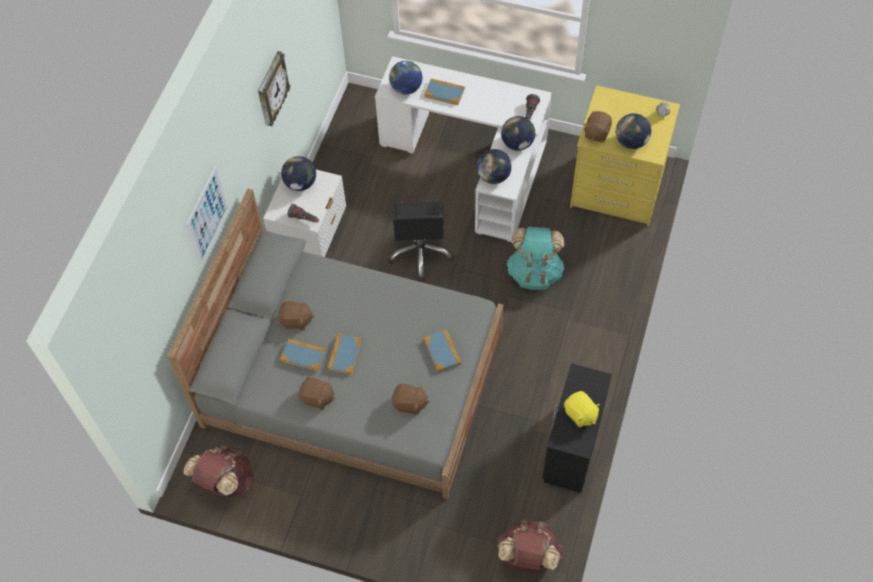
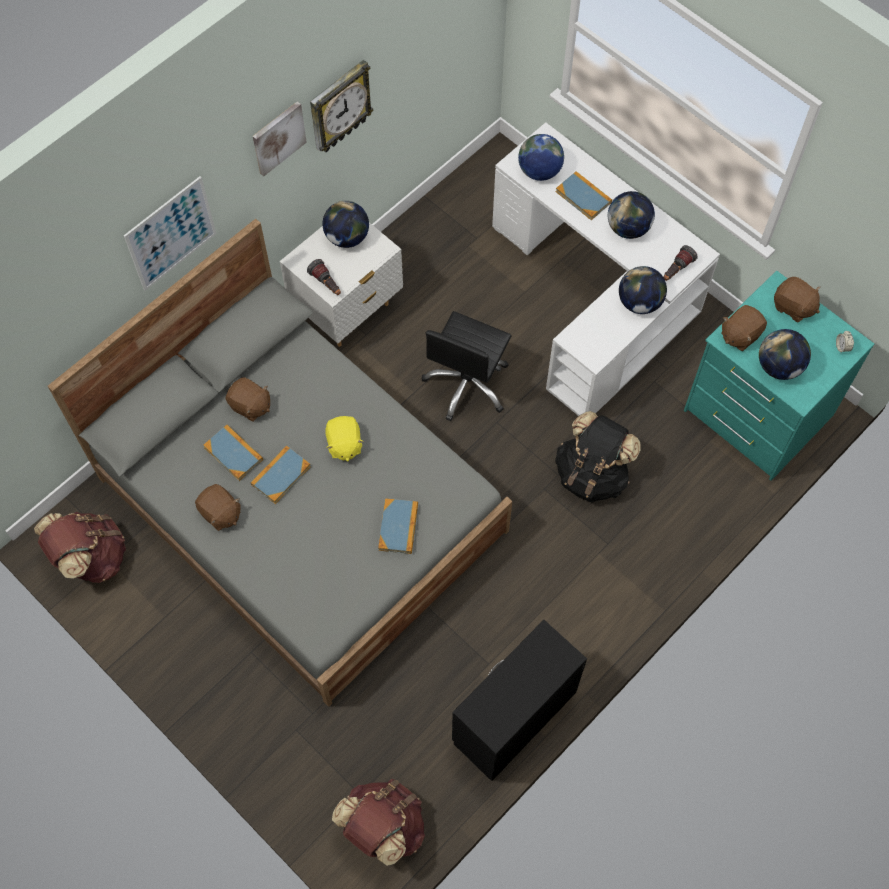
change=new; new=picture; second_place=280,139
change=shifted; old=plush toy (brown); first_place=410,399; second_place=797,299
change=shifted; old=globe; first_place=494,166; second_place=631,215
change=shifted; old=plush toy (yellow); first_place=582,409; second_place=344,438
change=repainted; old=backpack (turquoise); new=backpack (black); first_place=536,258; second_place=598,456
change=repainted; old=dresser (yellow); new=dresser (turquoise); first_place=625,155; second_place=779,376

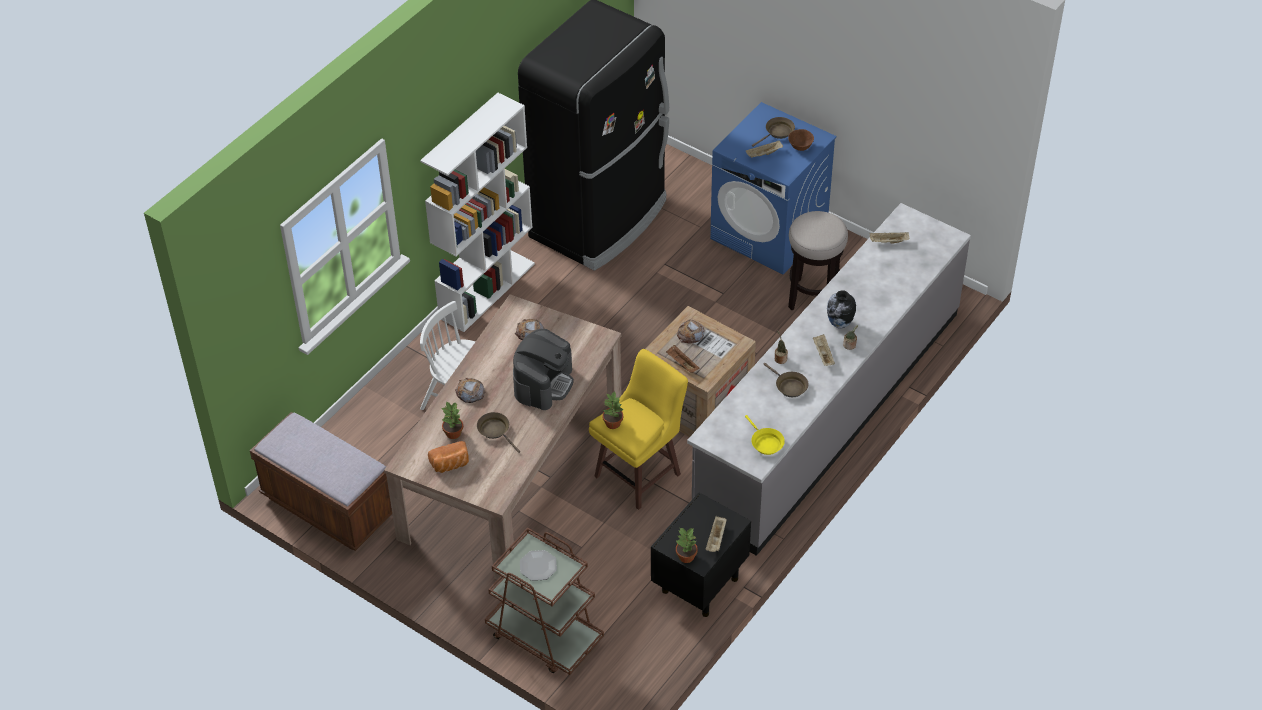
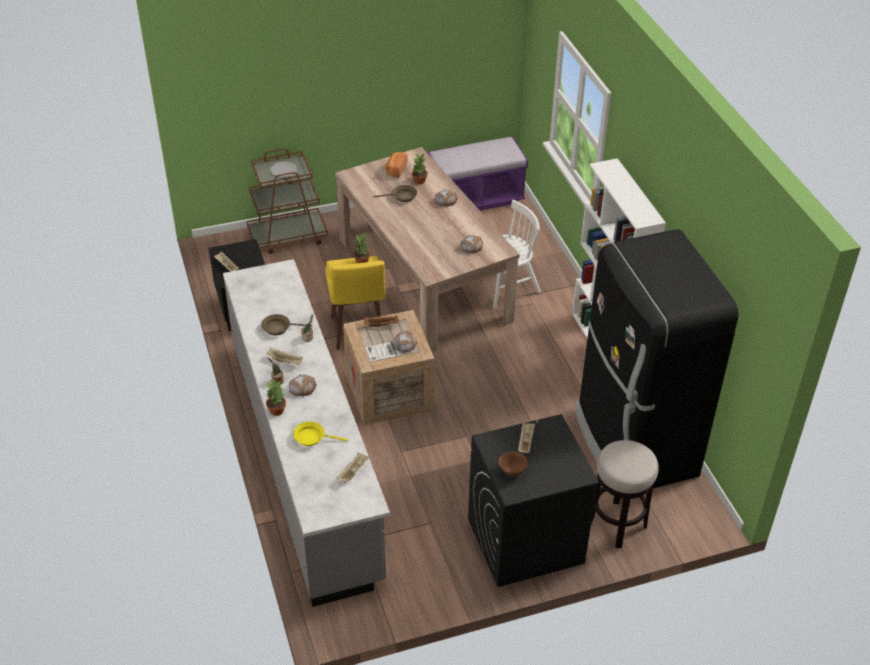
change=gone; old=coffee machine; first_place=543,369
change=gone; old=frying pan (brown); first_place=773,132
change=shifted; old=potted plant; first_place=687,545; second_place=276,397
change=shifted; old=frying pan (yellow); first_place=765,435; second_place=320,434
change=shifted; old=stool; first_place=818,260; second_place=625,494
change=swapped; old=vase; new=bread; first_place=841,309; second_place=303,385
change=repainted; old=bench (brown); new=bench (purple); first_place=321,481; second_place=477,174
change=repainted; old=washing machine (blue); new=washing machine (black); first_place=773,188; second_place=533,500

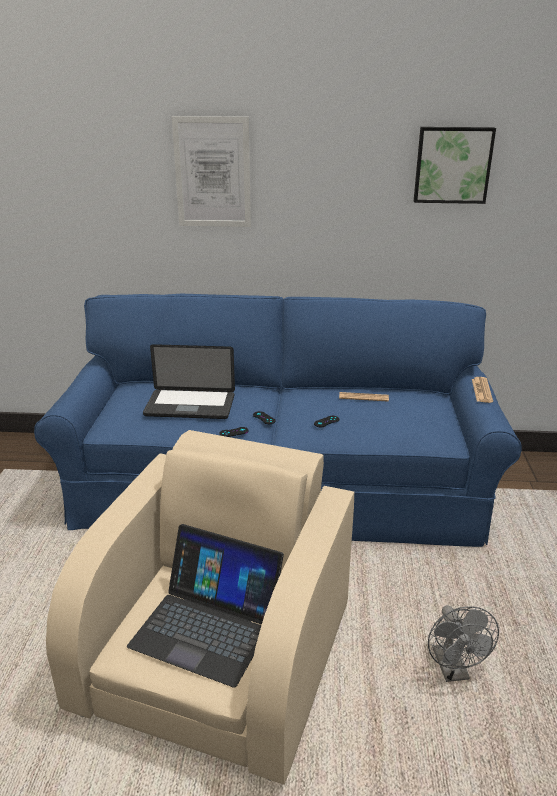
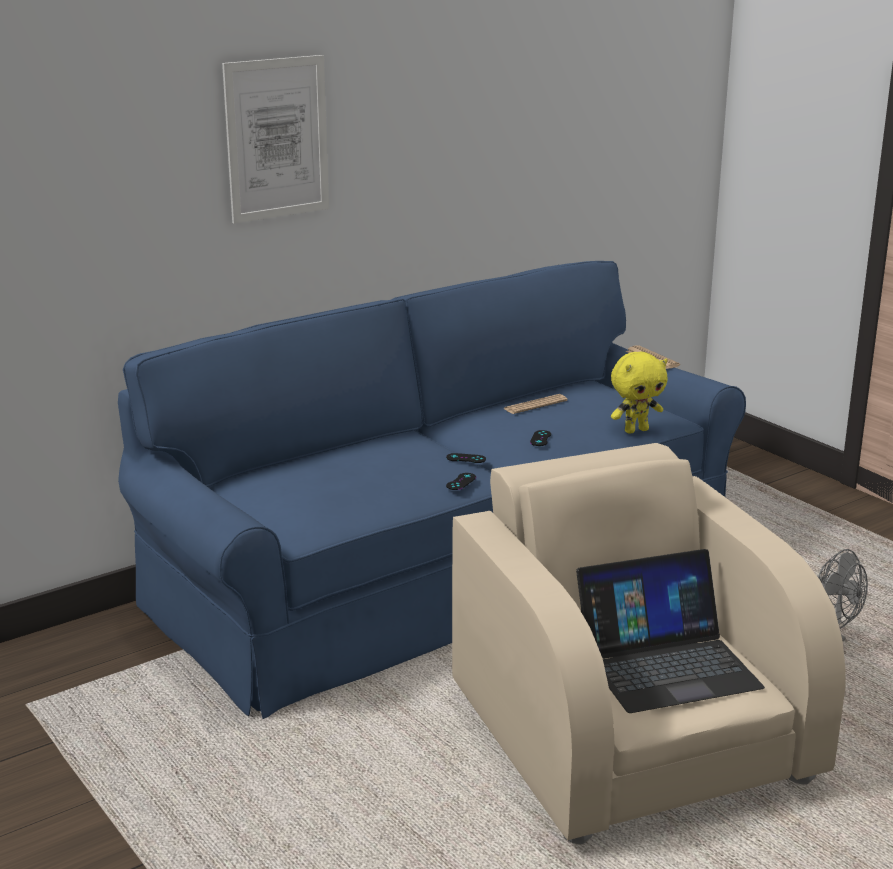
change=gone; old=laptop; first_place=189,381
change=gone; old=picture; first_place=455,165
change=new; new=plush toy (yellow); second_place=639,393

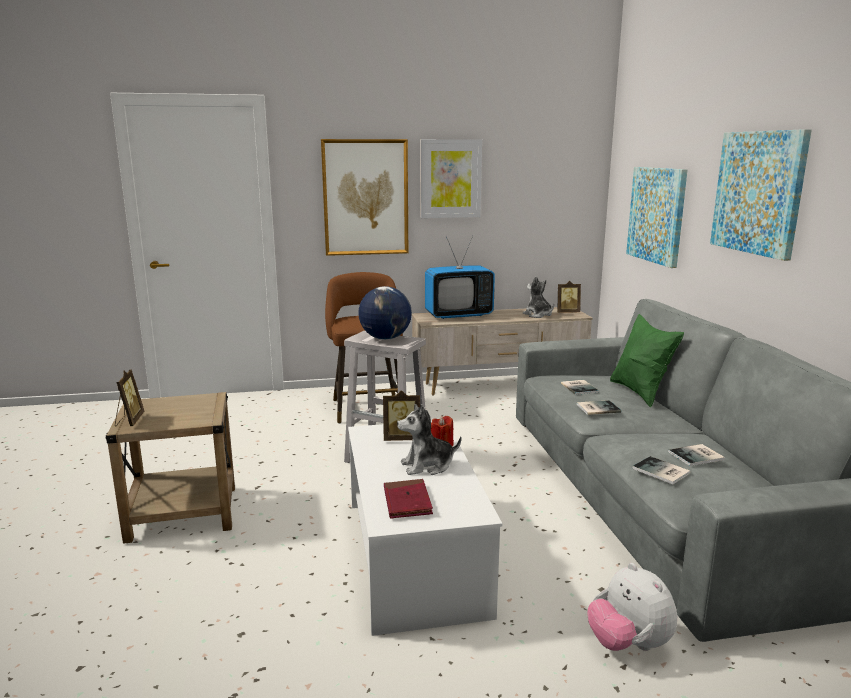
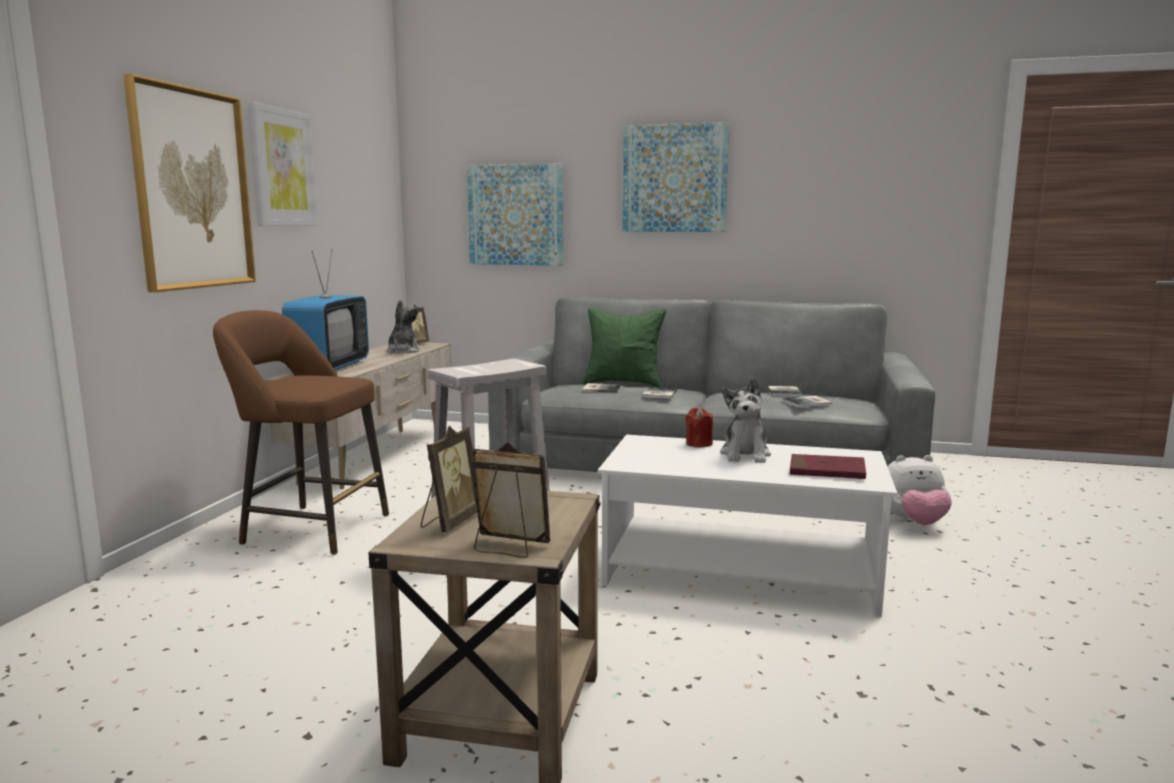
change=gone; old=globe; first_place=385,313
change=shifted; old=picture frame; first_place=401,415; second_place=449,479
change=rotated; old=plush toy; first_place=538,297; second_place=403,326; degrees=105

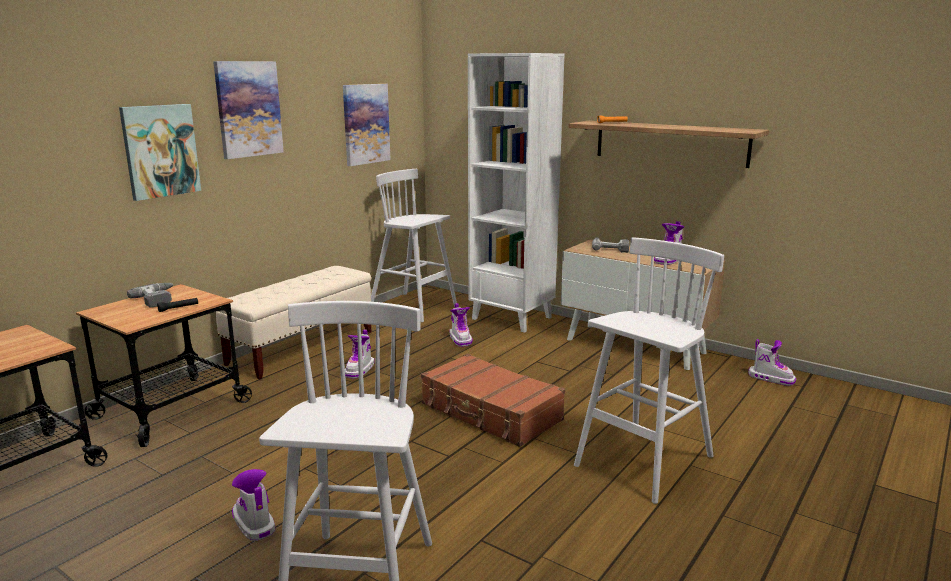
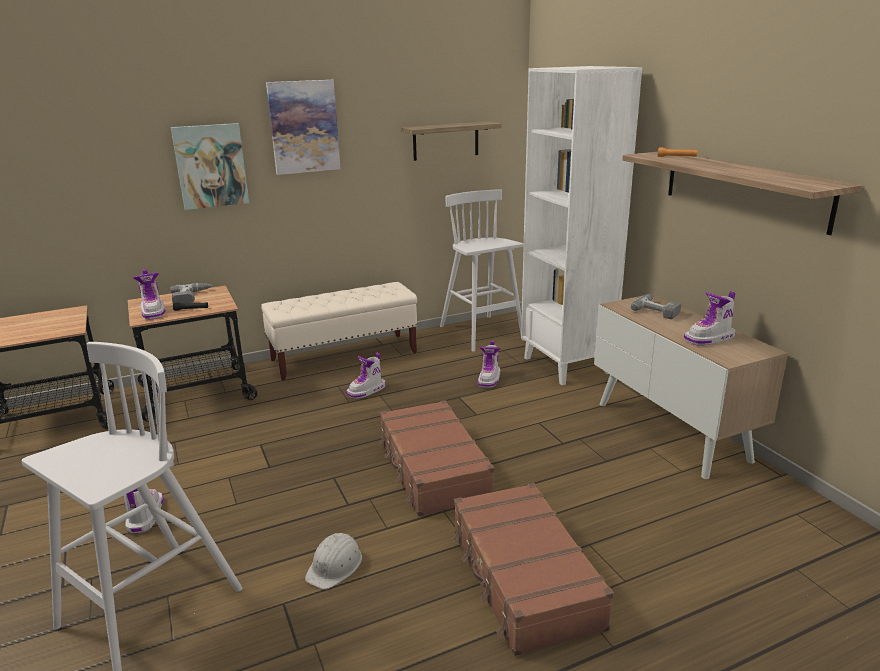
change=new; new=hard hat (white); second_place=333,561
change=shifted; old=boot; first_place=772,362; second_place=149,294
change=swapped; old=picture; new=shelf; first_place=367,125; second_place=451,141
change=swapped; old=stool (white); new=suitcase (brown); first_place=649,370; second_place=533,569

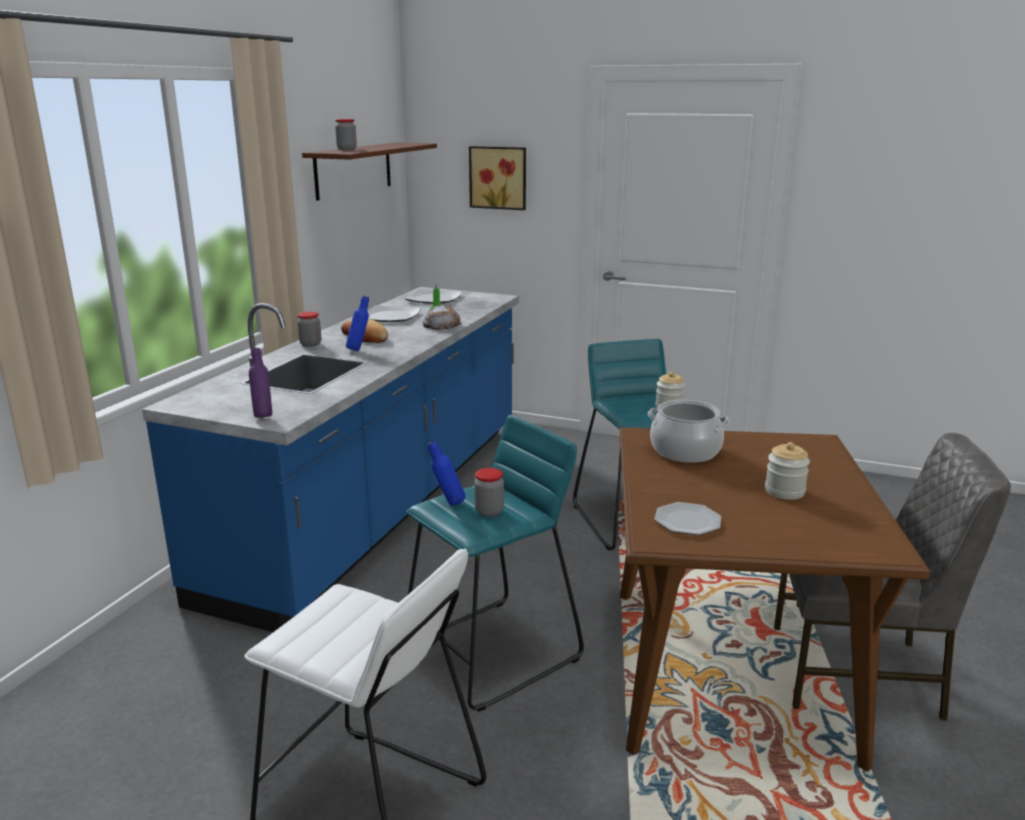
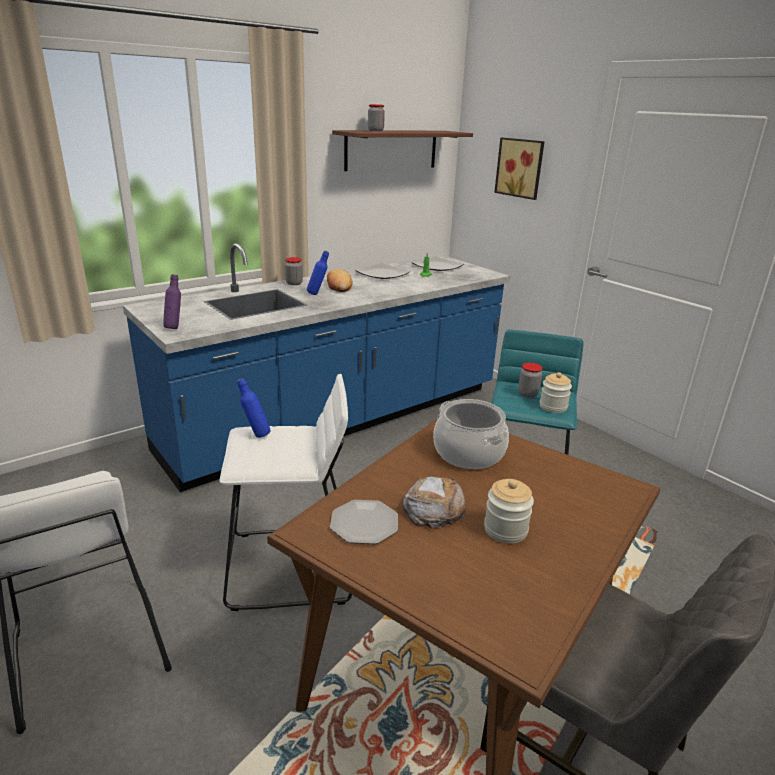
change=shifted; old=bread; first_place=442,317; second_place=435,502
change=shifted; old=jar; first_place=489,492; second_place=530,380
change=repainted; old=stool (turquoise); new=stool (white); first_place=495,563; second_place=285,492

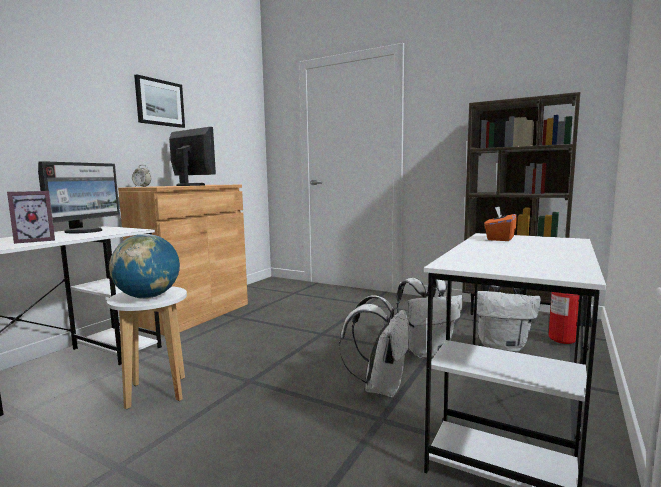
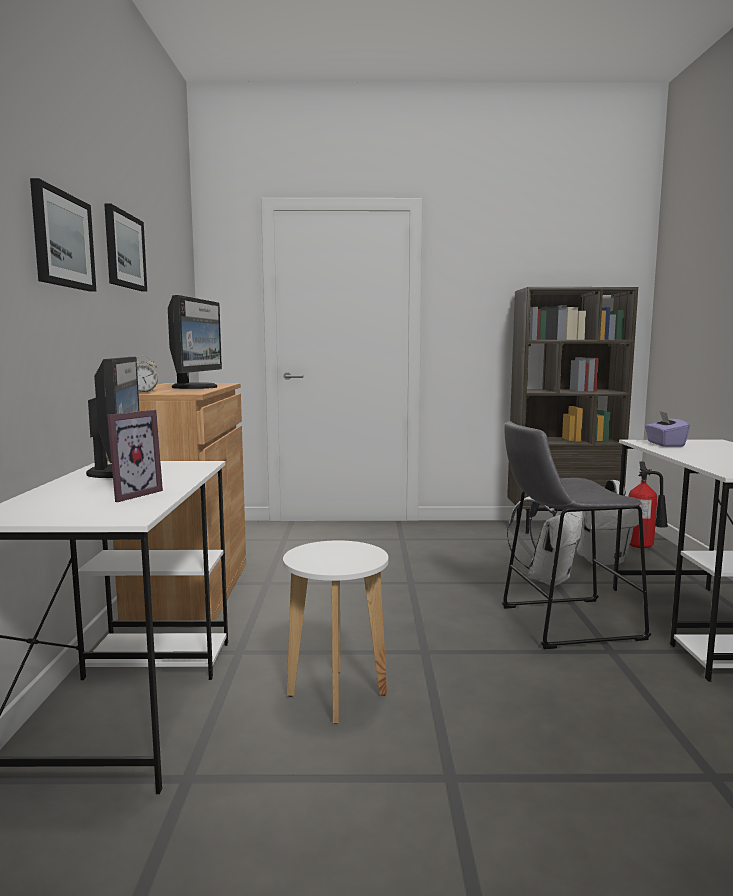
change=gone; old=globe; first_place=144,266
change=new; new=picture; second_place=63,234
change=swapped; old=backpack (white); new=stool (grey); first_place=374,346; second_place=576,535
change=repainted; old=tissue box (orange); new=tissue box (purple); first_place=500,223; second_place=667,429
change=rotated; old=monitor; first_place=192,156; second_place=195,342; degrees=90

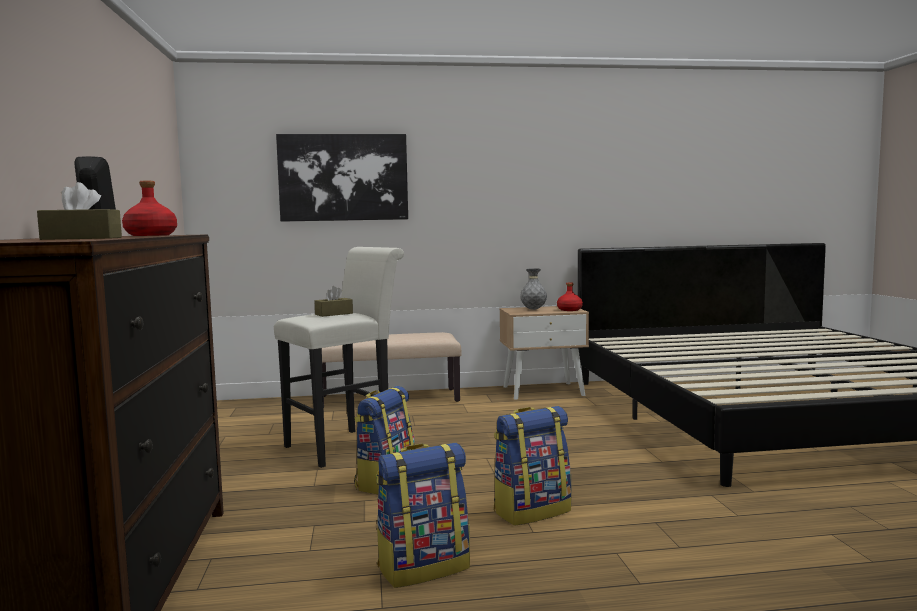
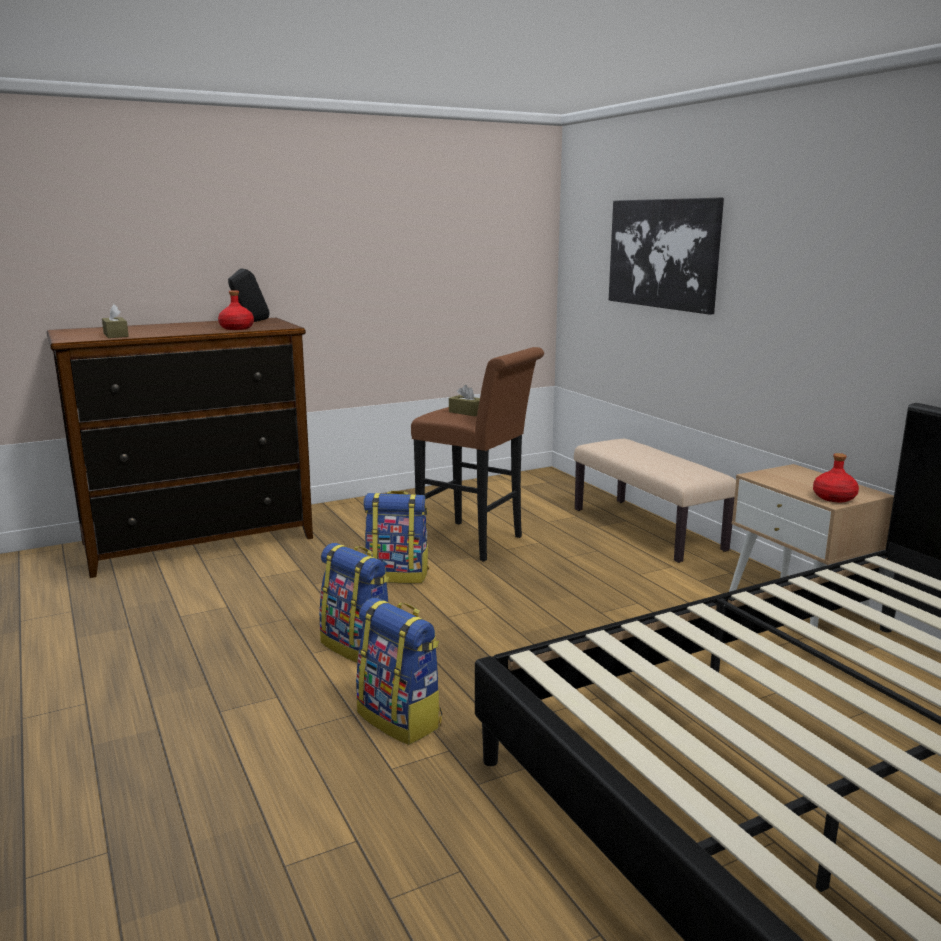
change=gone; old=vase (grey); first_place=533,289
change=shifted; old=backpack; first_place=423,515; second_place=399,671
change=repainted; old=stool (white); new=stool (brown); first_place=339,357; second_place=477,454

